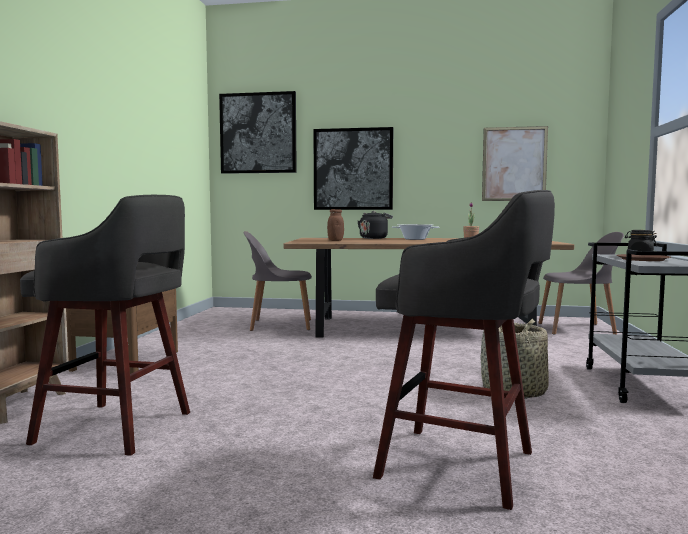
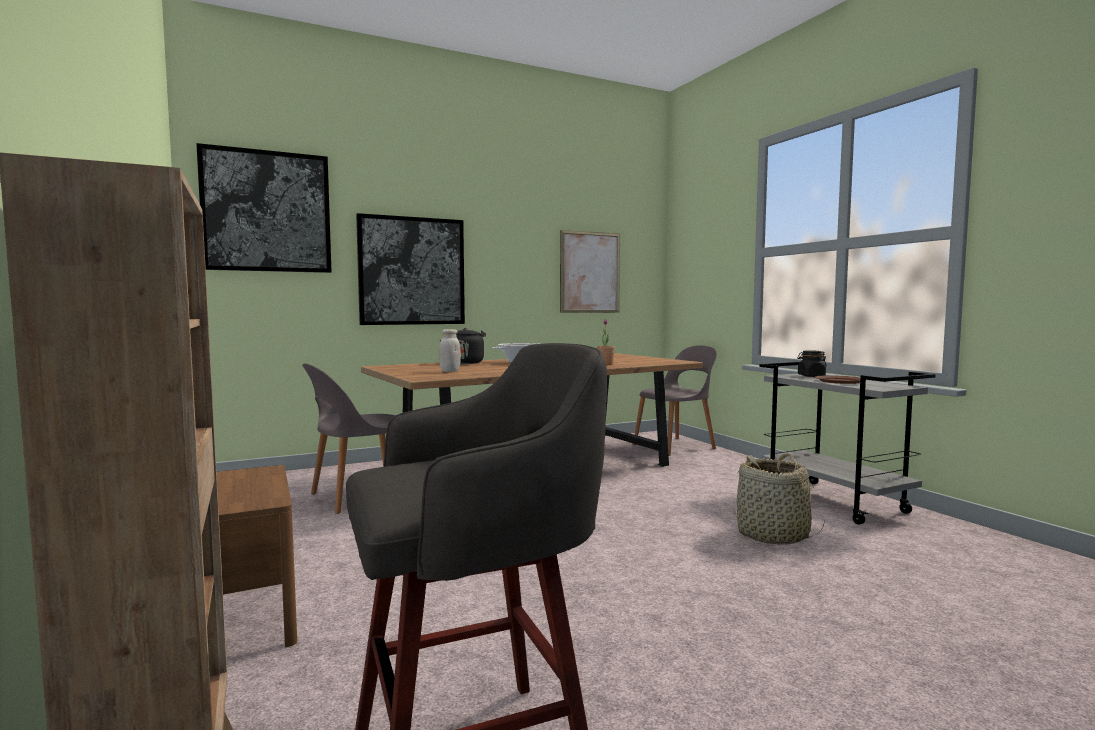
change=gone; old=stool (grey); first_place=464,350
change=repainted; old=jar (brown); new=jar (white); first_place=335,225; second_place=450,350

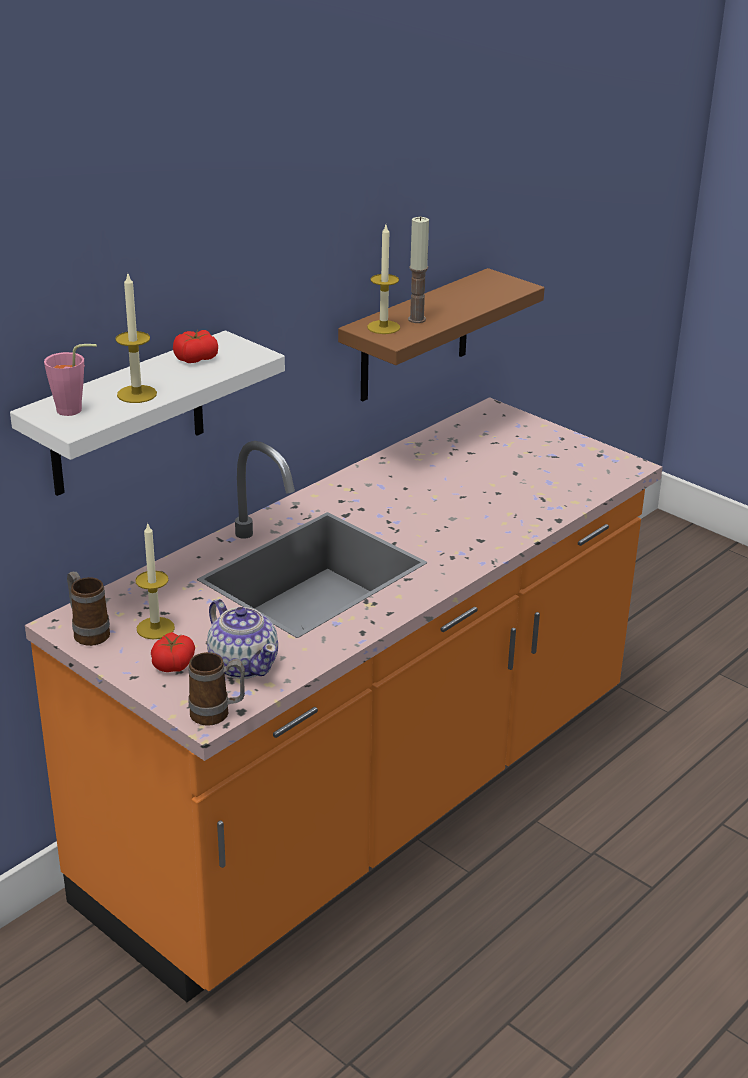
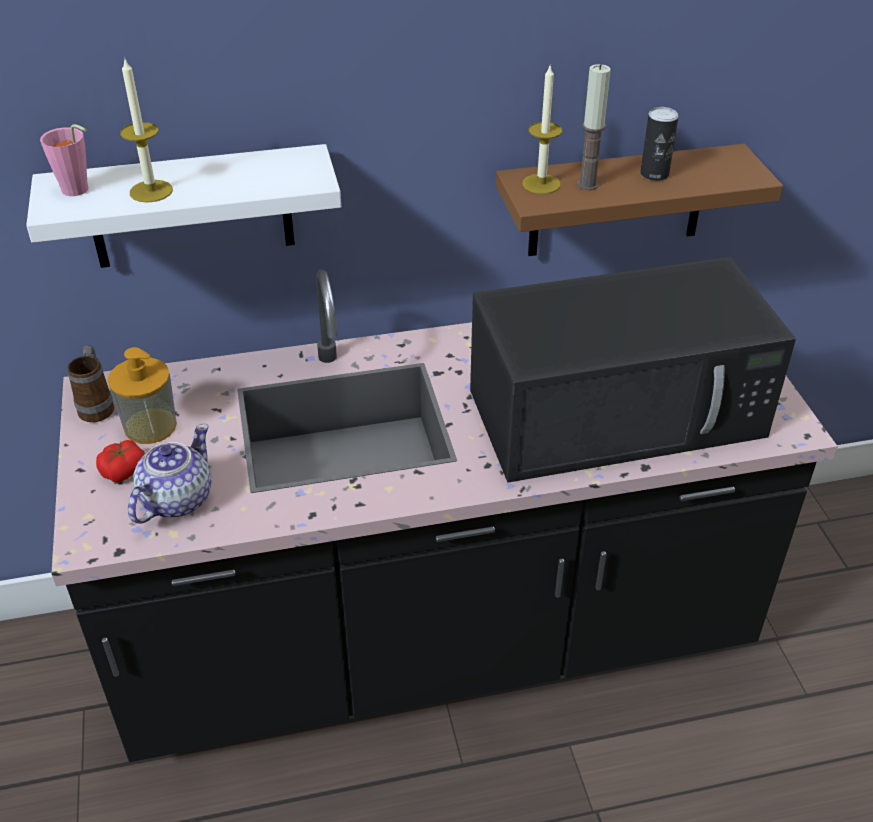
change=gone; old=tomato; first_place=195,346
change=gone; old=mug; first_place=216,689
change=new; new=microwave (black); second_place=633,369
change=new; new=can; second_place=659,144
change=swapped; old=candle; new=soap dispenser; first_place=155,581; second_place=142,395
change=repainted; old=counter (orange); new=counter (black); first_place=344,699; second_place=444,515
change=rotated; old=teapot; first_place=242,639; second_place=169,474; degrees=-150

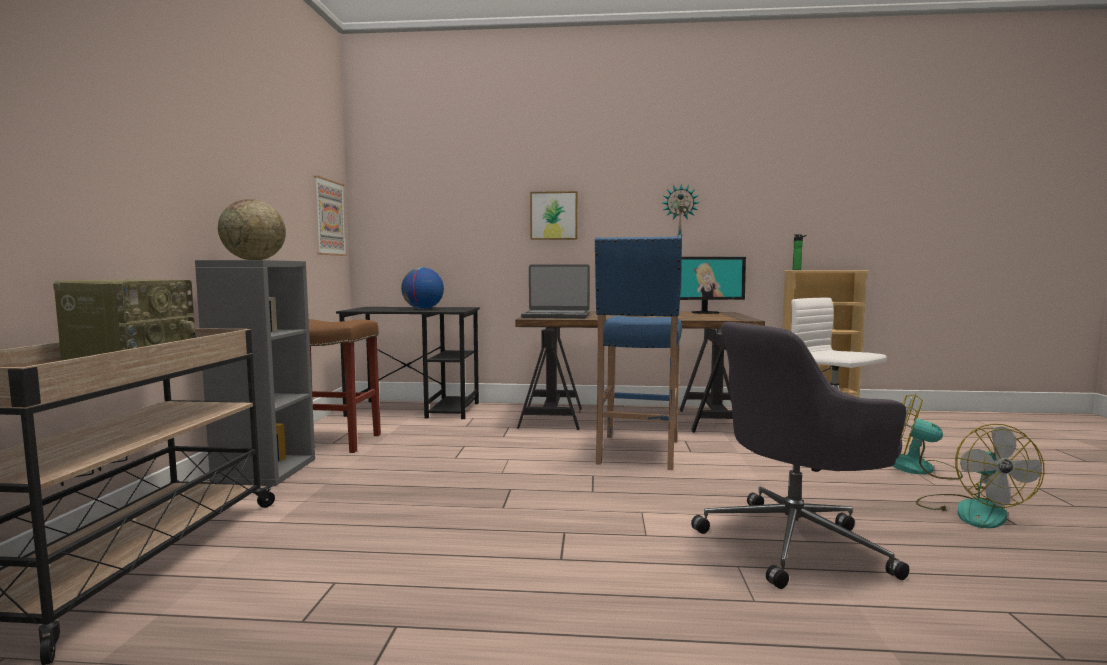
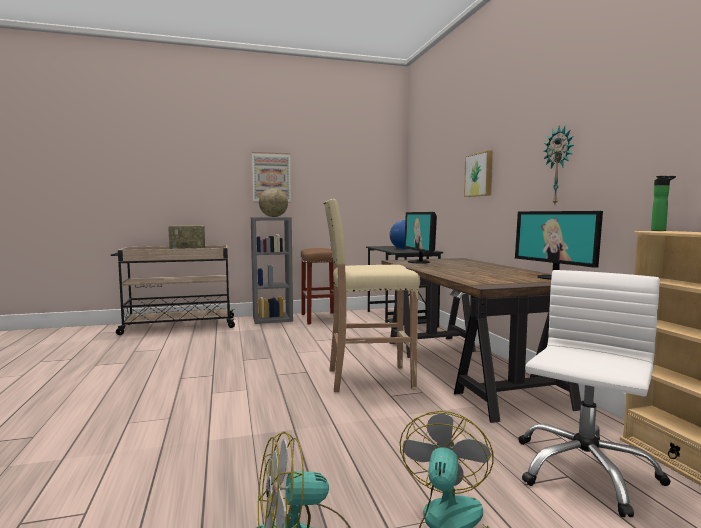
change=gone; old=office chair (grey); first_place=800,455
change=shifted; old=picture; first_place=330,216; second_place=271,177
change=swapped; old=laptop; new=monitor; first_place=555,292; second_place=420,238
change=repainted; old=stool (blue); new=stool (beige); first_place=638,353; second_place=372,295

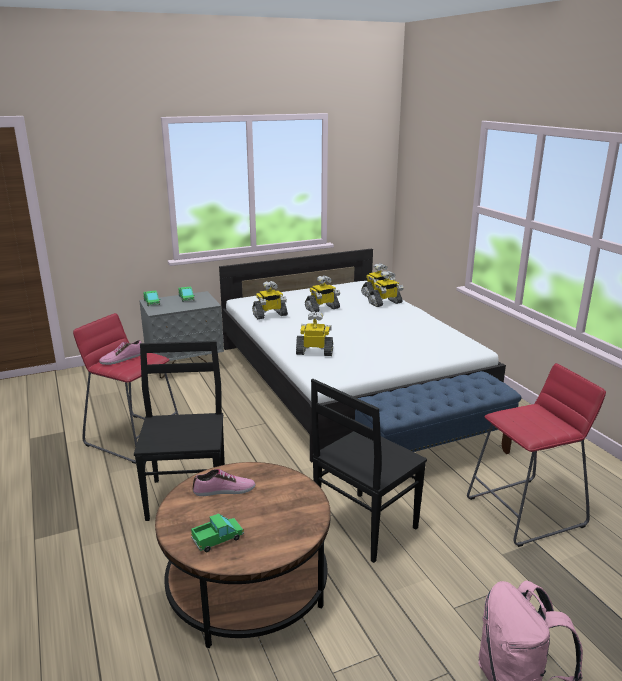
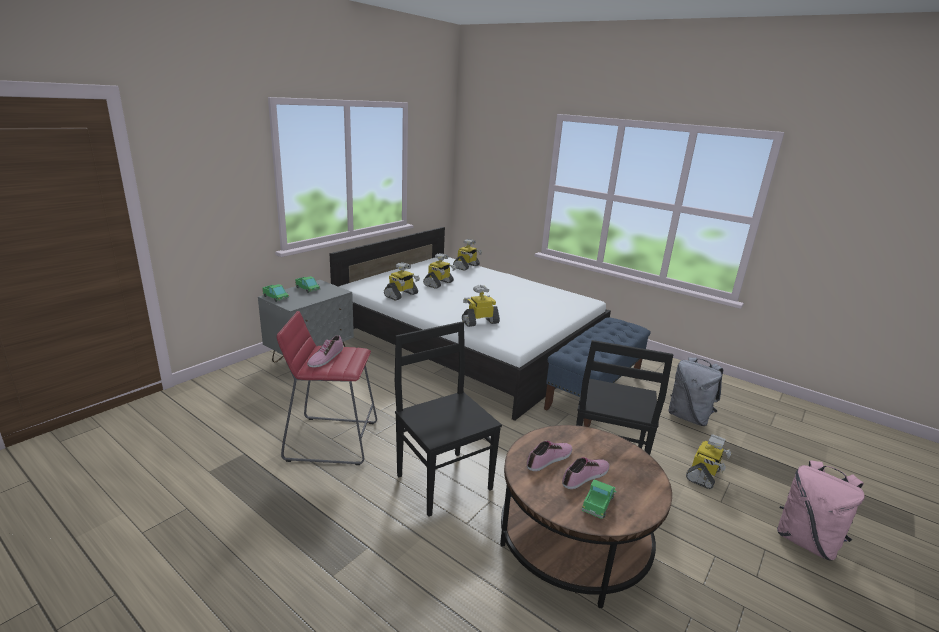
change=new; new=shoe; second_place=585,473
change=shifted; old=toy robot; first_place=386,289; second_place=708,461
change=swapped; old=stool (red); new=backpack (grey); first_place=536,455; second_place=695,391

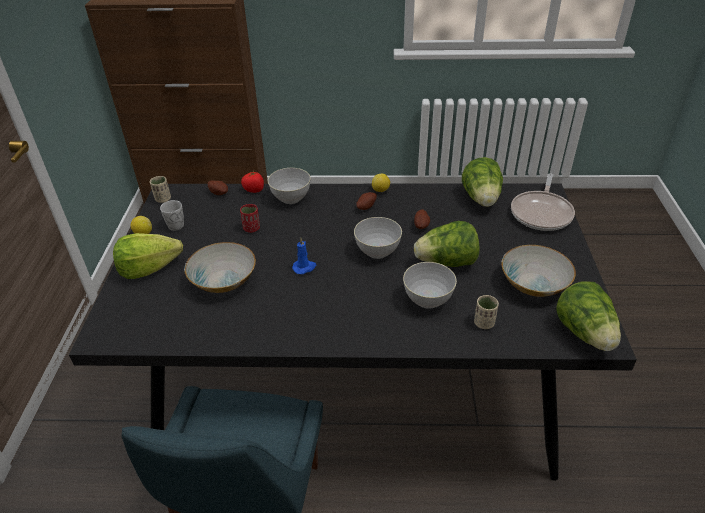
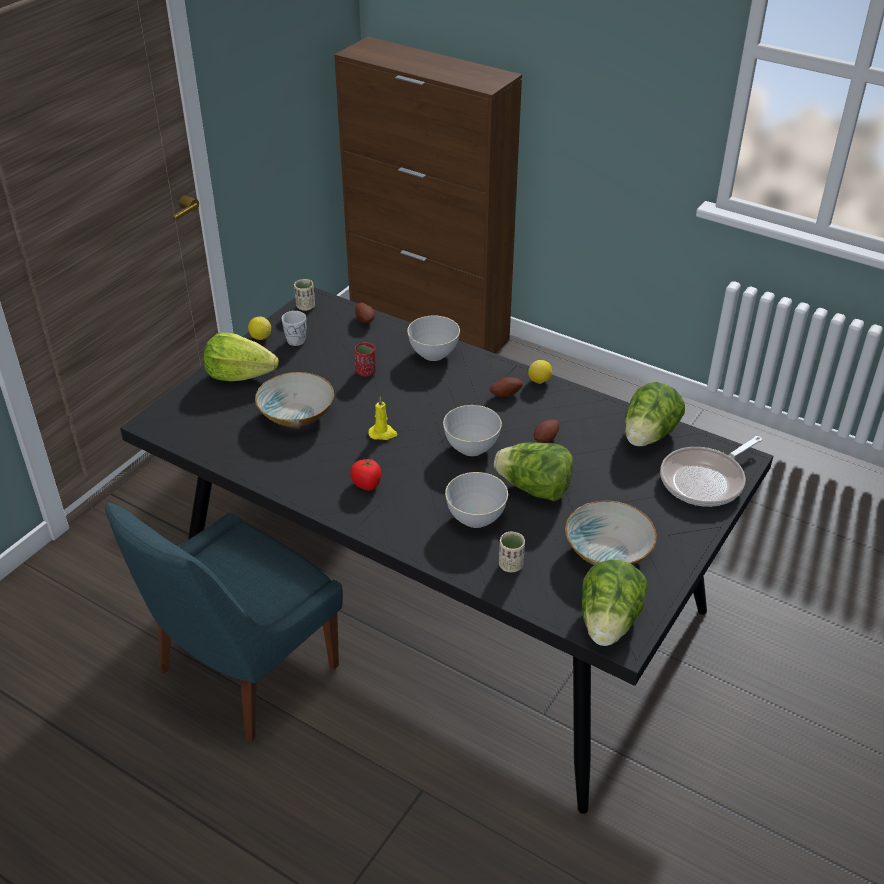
change=shifted; old=tomato; first_place=252,182; second_place=365,474
change=repainted; old=candle (blue); new=candle (yellow); first_place=304,255; second_place=383,418

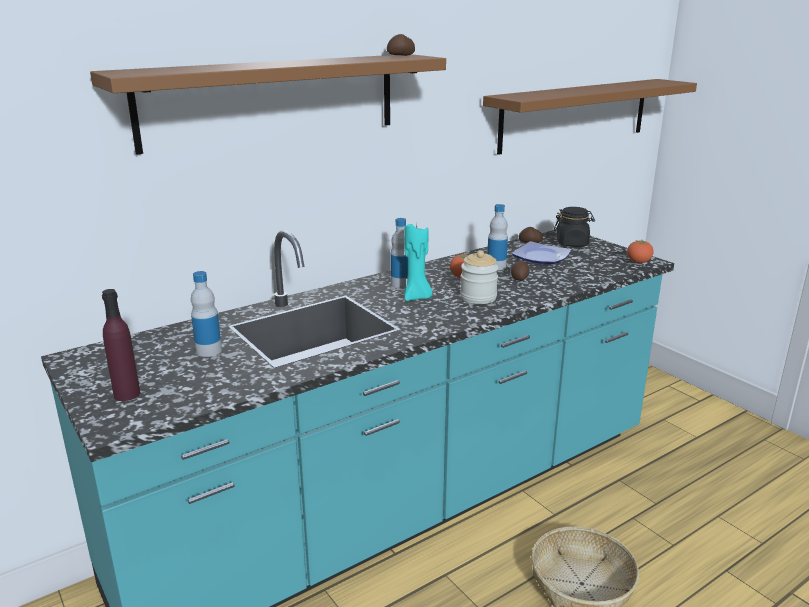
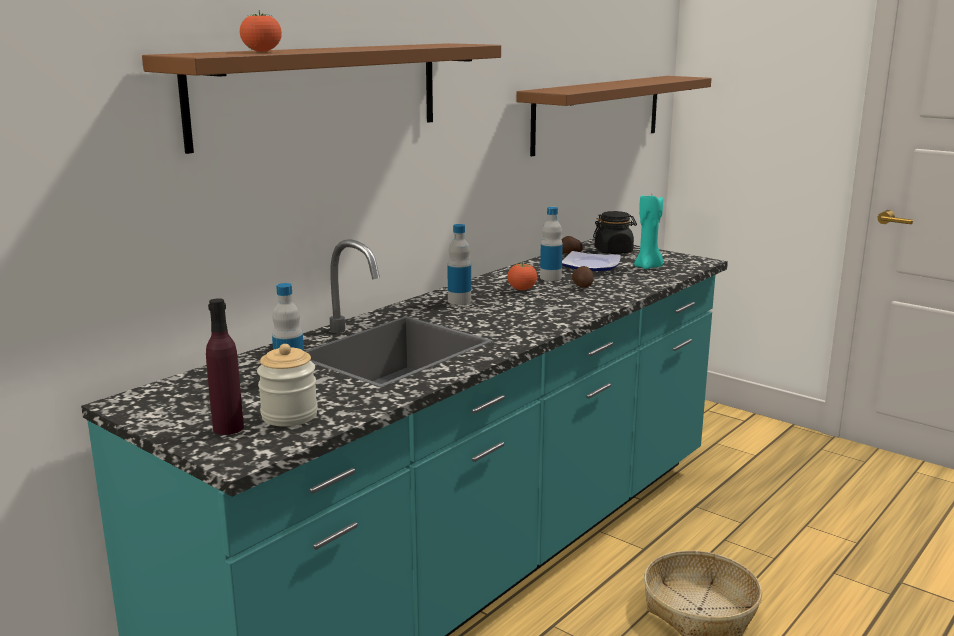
change=gone; old=potato; first_place=401,45
change=shifted; old=candle (turquoise); first_place=418,262; second_place=648,232
change=shifted; old=jar; first_place=479,277; second_place=287,385
change=shifted; old=tomato; first_place=640,251; second_place=261,31

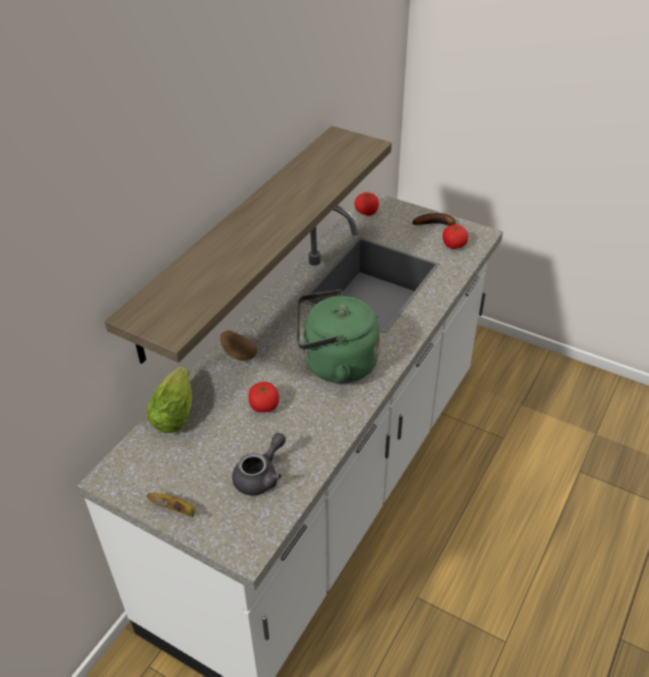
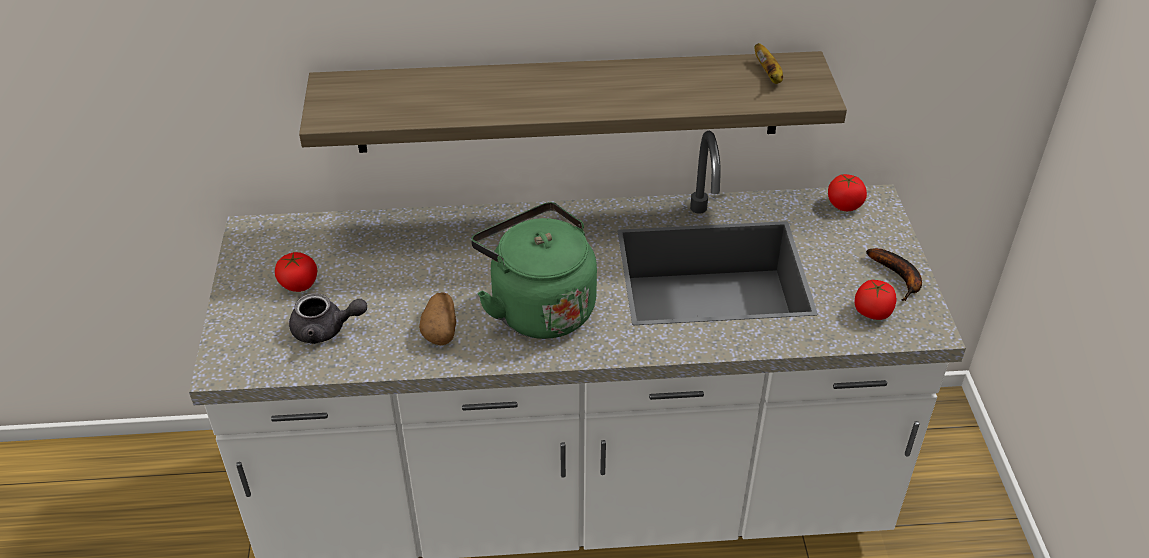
change=gone; old=lettuce; first_place=169,399
change=shifted; old=banana; first_place=171,505; second_place=768,63
change=shifted; old=potato; first_place=239,345; second_place=437,318
change=shifted; old=tomato; first_place=263,397; second_place=296,272

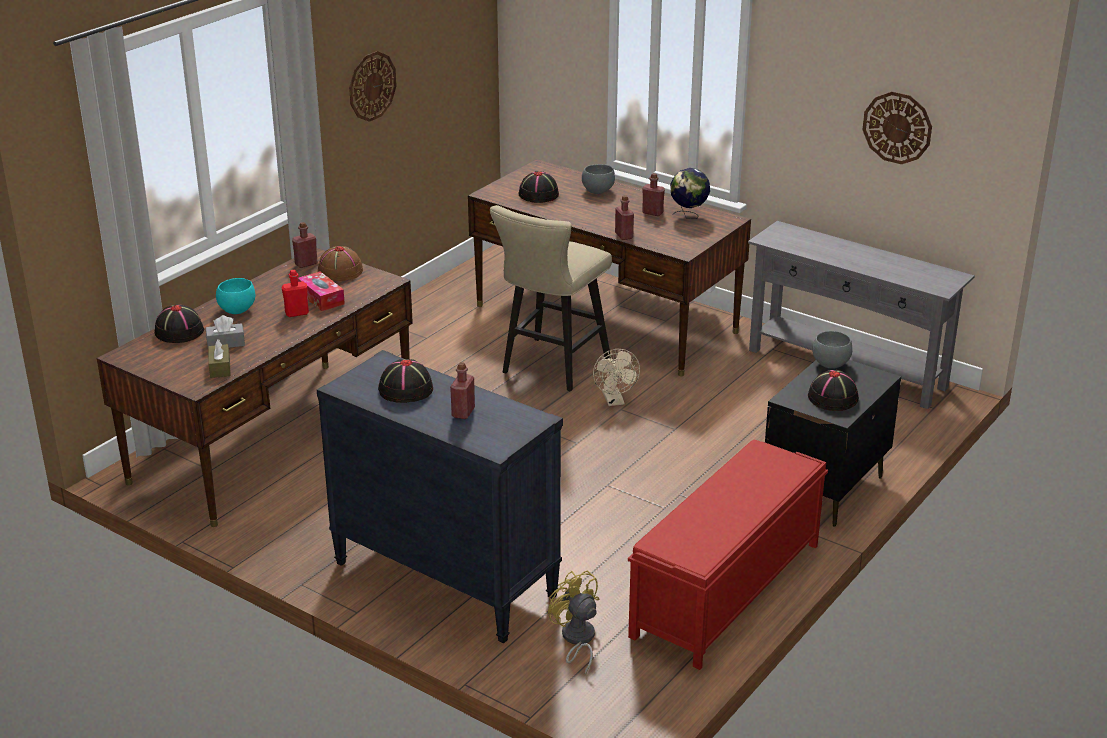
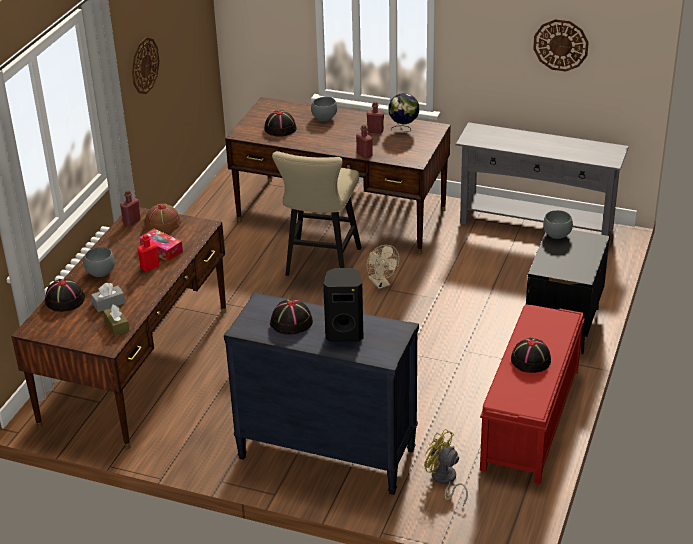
change=shifted; old=hat (black); first_place=833,390; second_place=531,355
change=swapped; old=bottle (red); new=speaker (black); first_place=462,390; second_place=343,305
change=repainted; old=bowl (turquoise); new=bowl (grey); first_place=235,296; second_place=99,262

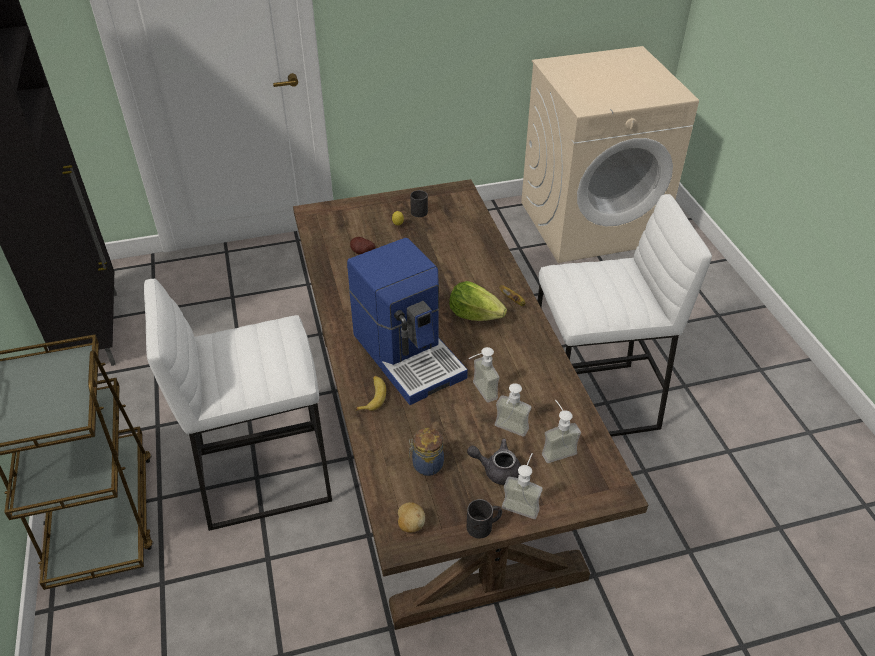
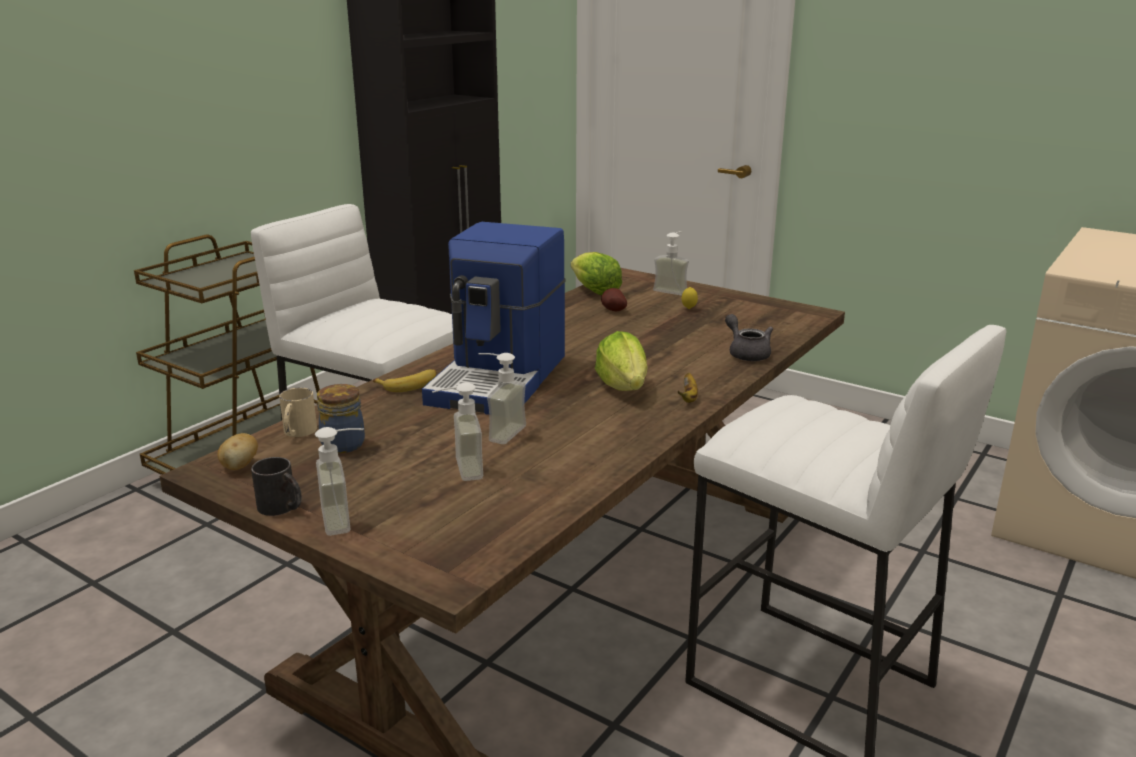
change=gone; old=mug (black); first_place=419,203
change=new; new=mug (beige); second_place=298,412
change=new; new=lettuce; second_place=596,273
change=shifted; old=teapot (grey); first_place=494,461; second_place=749,337
change=shifted; old=soap dispenser; first_place=561,431; second_place=671,263

